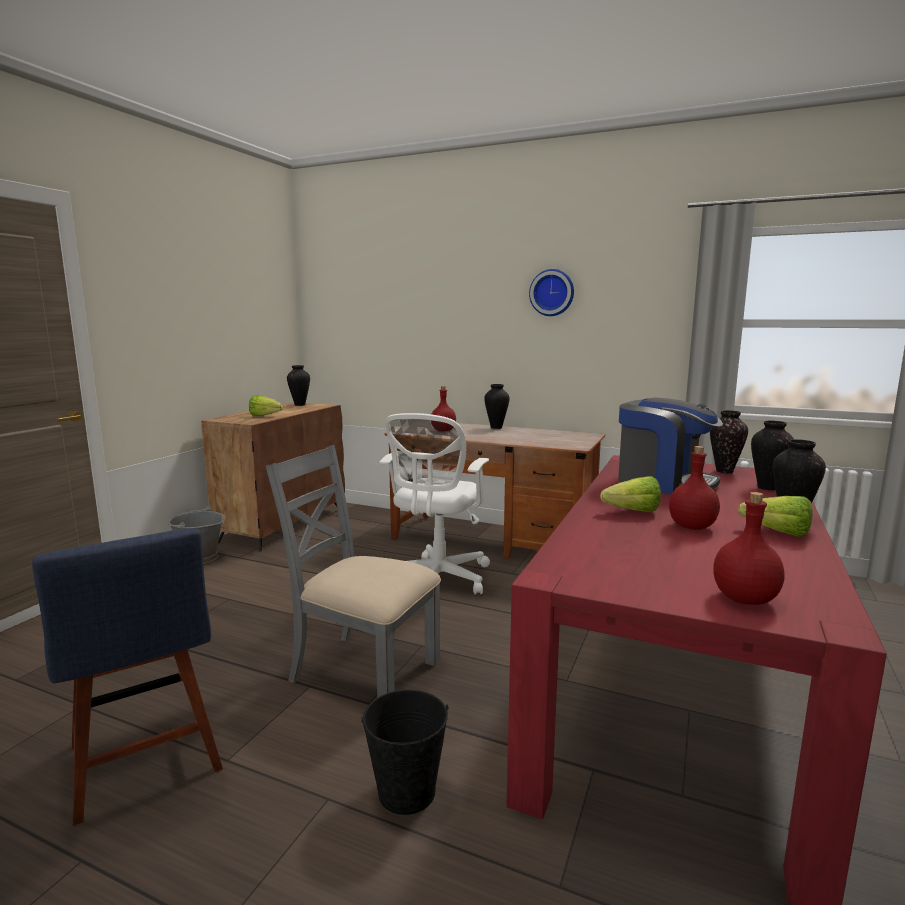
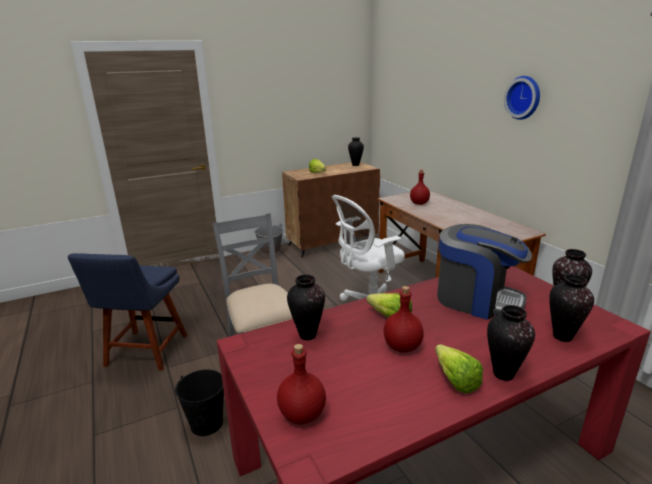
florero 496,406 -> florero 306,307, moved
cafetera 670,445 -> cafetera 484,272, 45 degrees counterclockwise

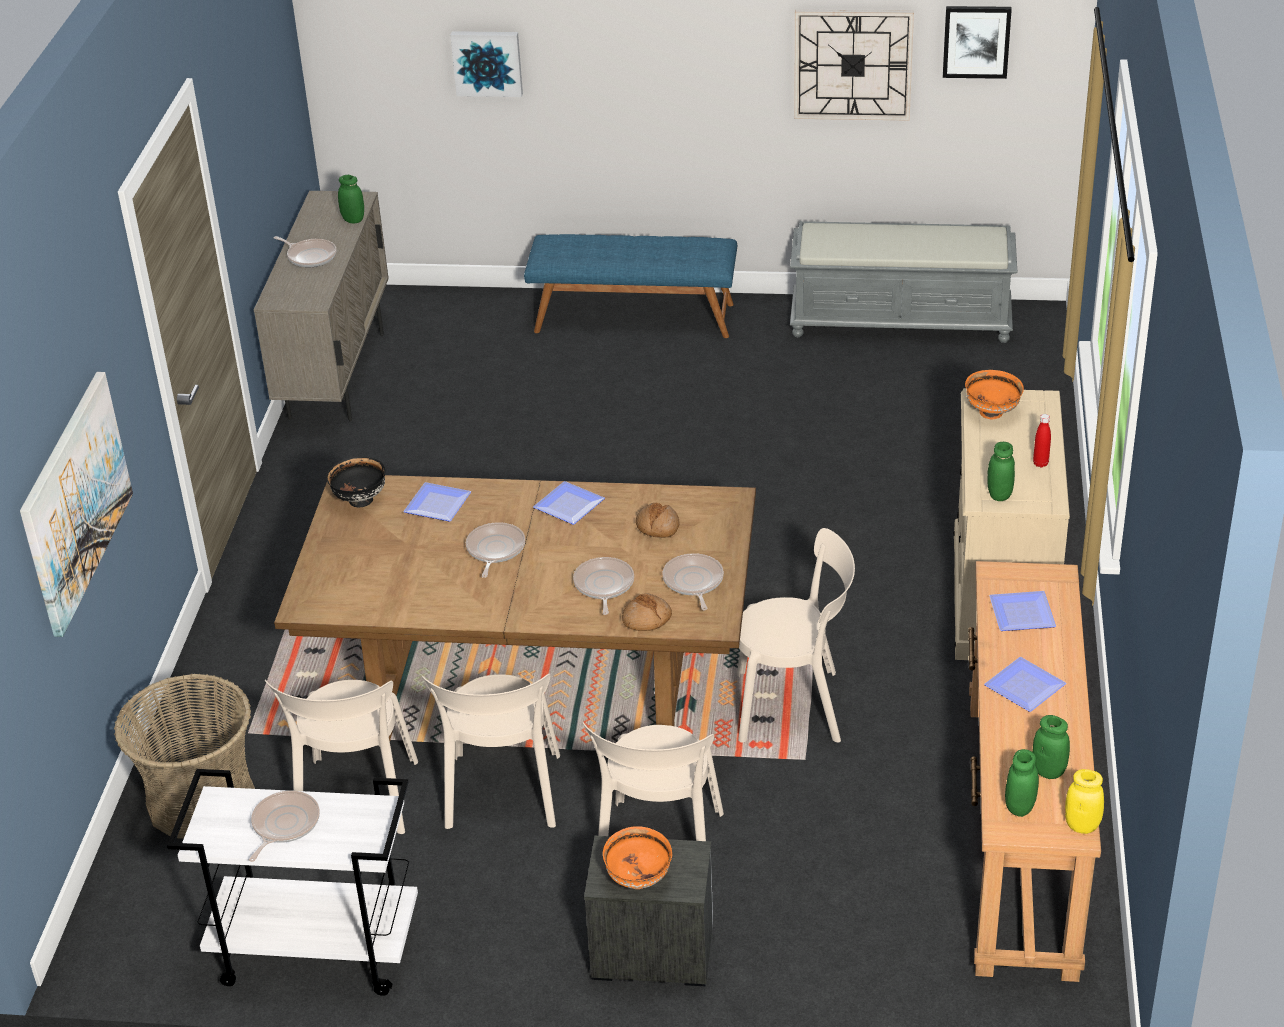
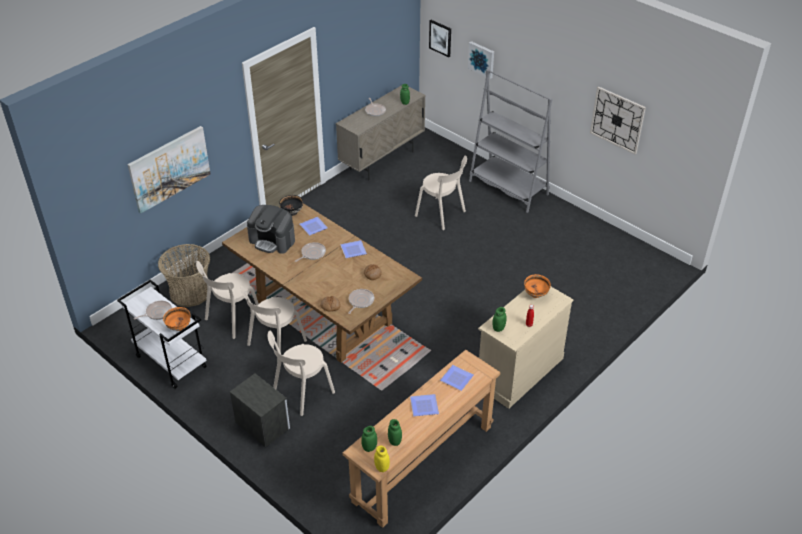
sartén 603,586 -> none
banco/gris 903,282 -> none
none -> cafetera 271,229
cuenco/naranja 637,857 -> cuenco/naranja 177,319, moved
silla/beis 796,635 -> silla/beis 441,192, moved
cuadro 977,42 -> cuadro 440,38, moved
banco/azul 630,286 -> estantería/gris 510,141

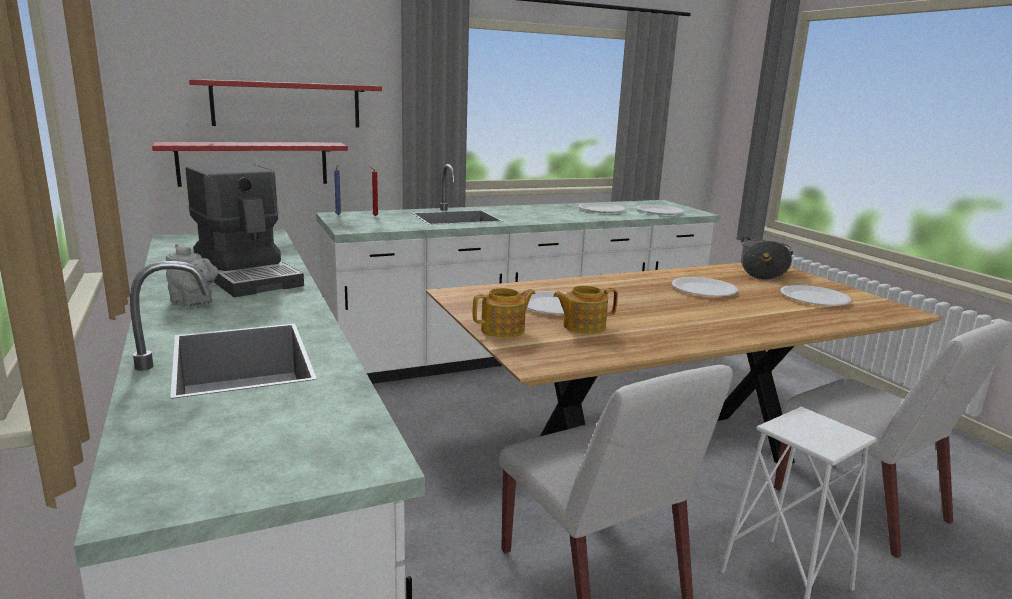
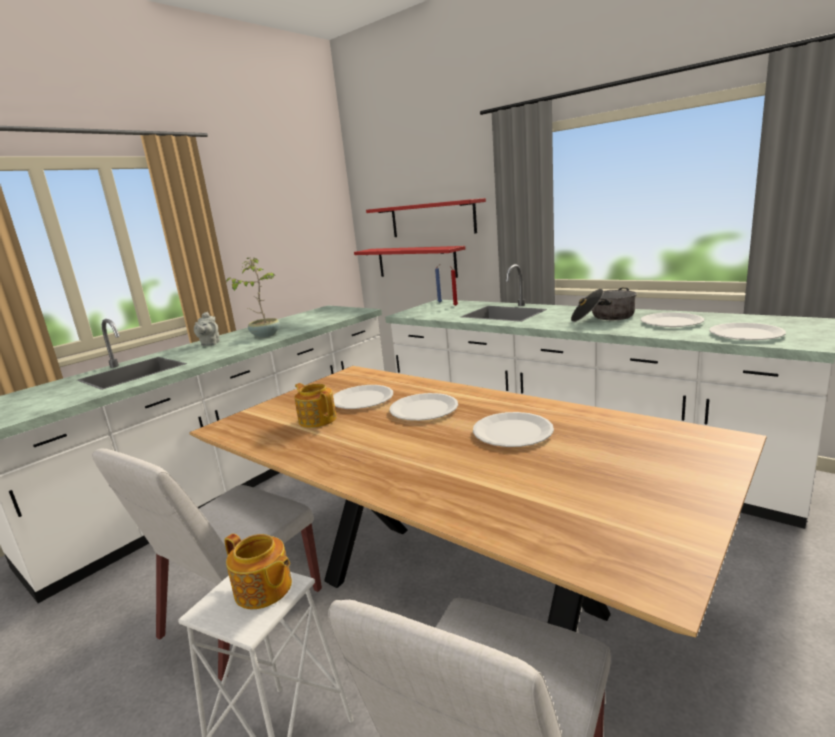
tetera 504,313 -> tetera 258,571, moved
olla 767,258 -> olla 604,305, moved
plato/blanco 815,295 -> plato/blanco 424,407, moved
cafetera 245,230 -> planta en maceta 253,297

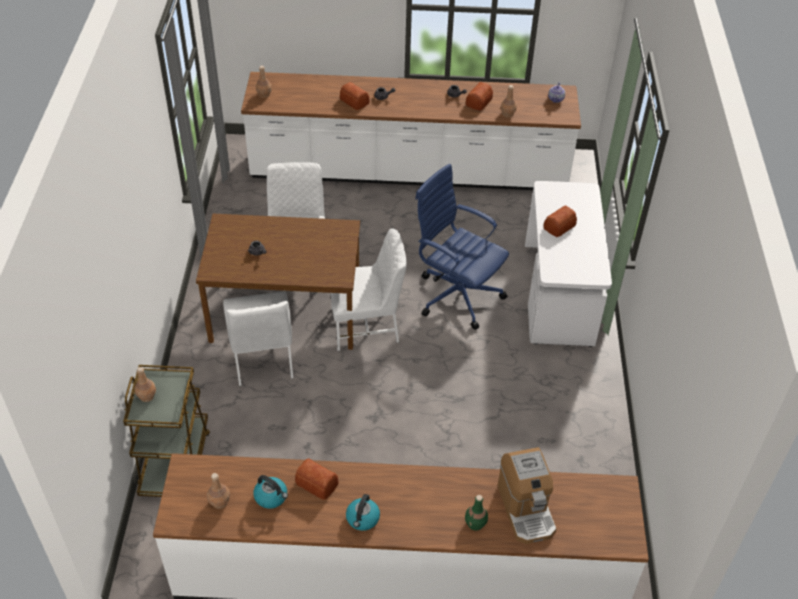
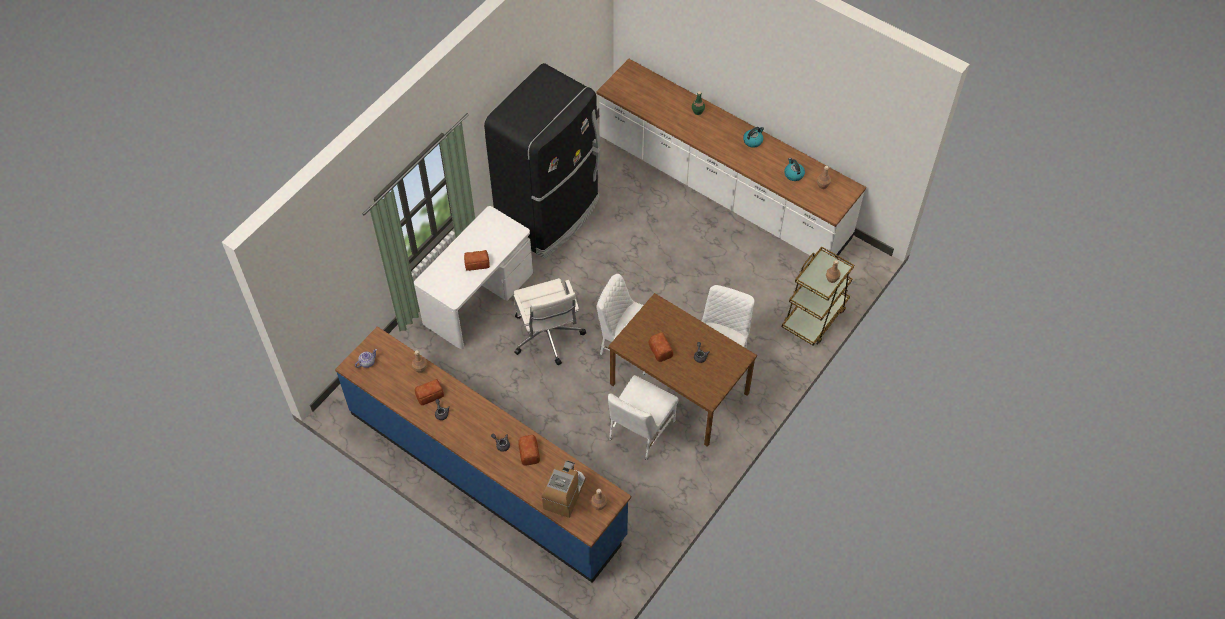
none -> nevera/negro 542,160
pan 317,479 -> pan 661,347, moved
cafetera 527,495 -> cafetera 563,489, moved
mueble bajo de cocina/blanco 411,131 -> mueble bajo de cocina/azul 483,454
silla de oficina/azul 462,247 -> silla de oficina/blanco 549,321

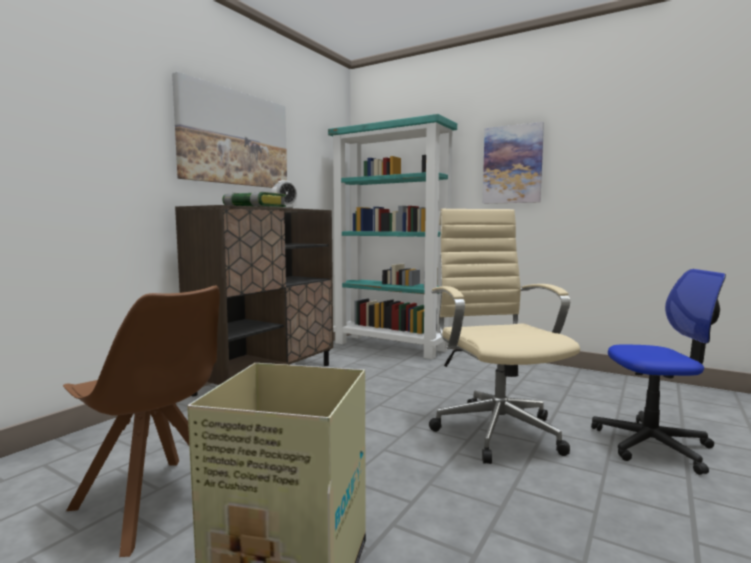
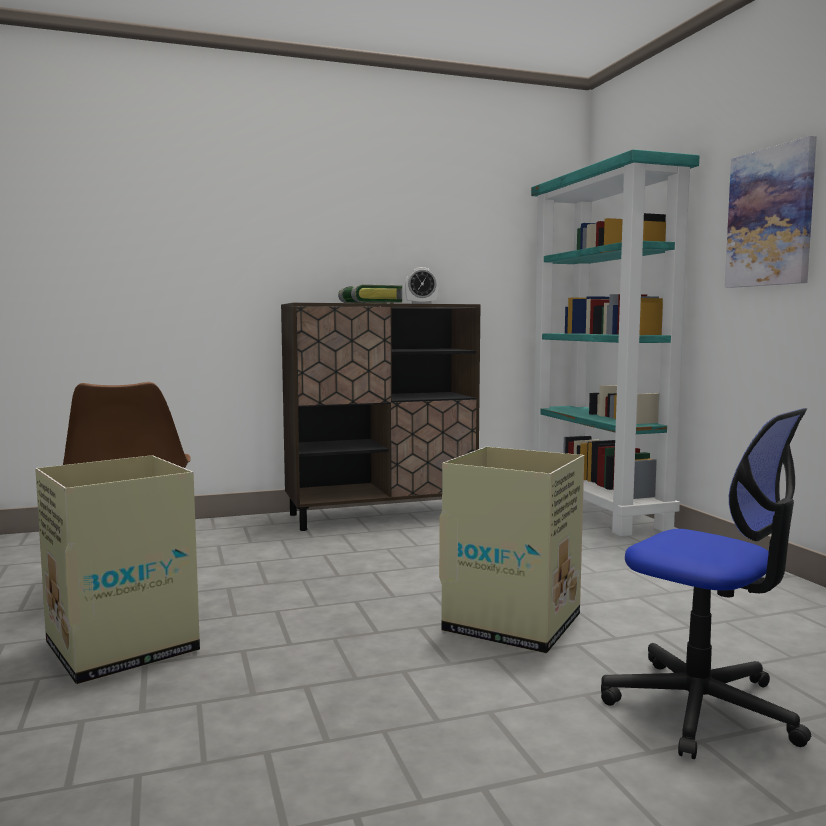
cuadro 229,130 -> none
silla de oficina/beis 504,336 -> caja de cartón 511,550

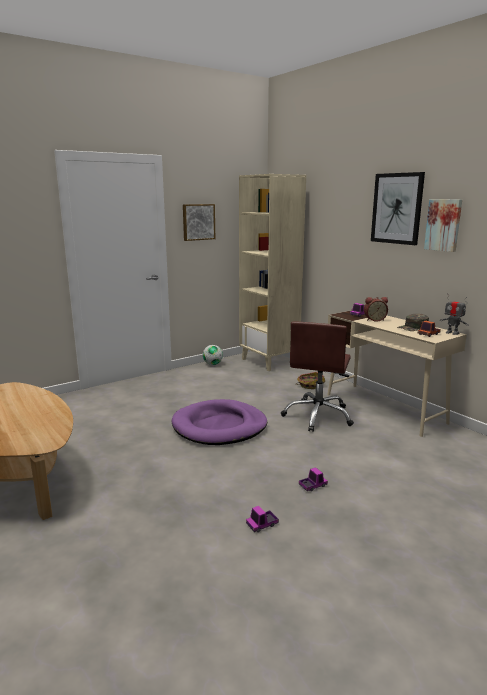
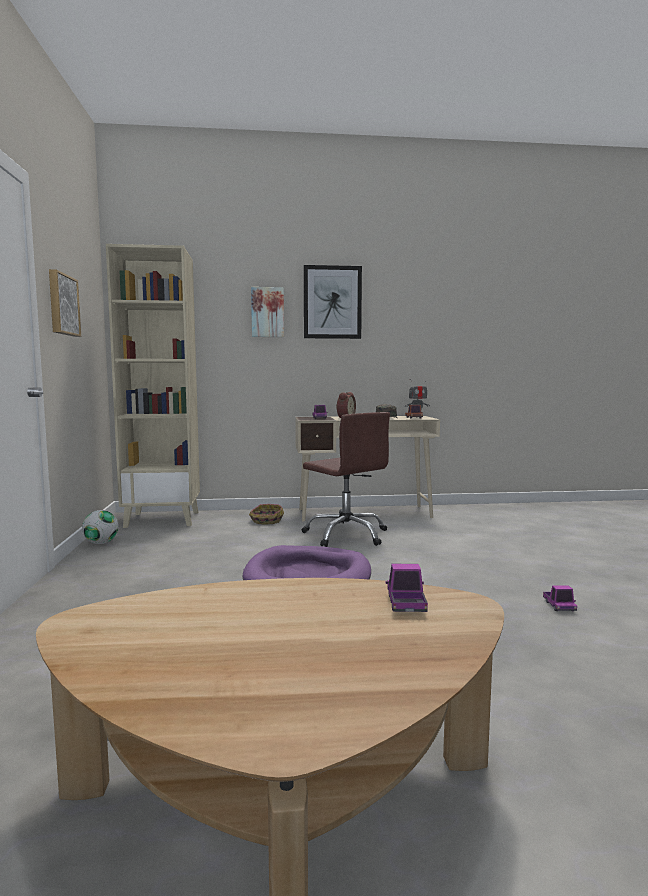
camión de juguete 313,479 -> camión de juguete 406,588, moved
cuadro 443,225 -> cuadro 267,312, moved

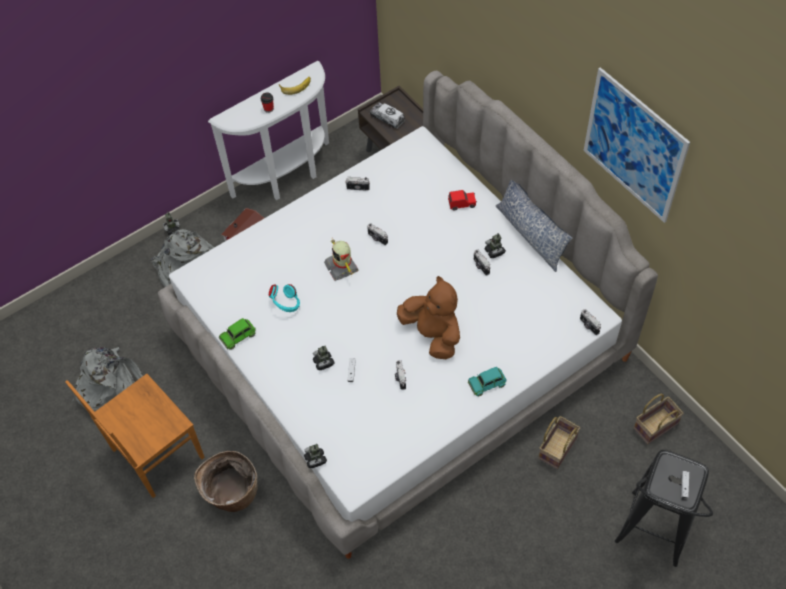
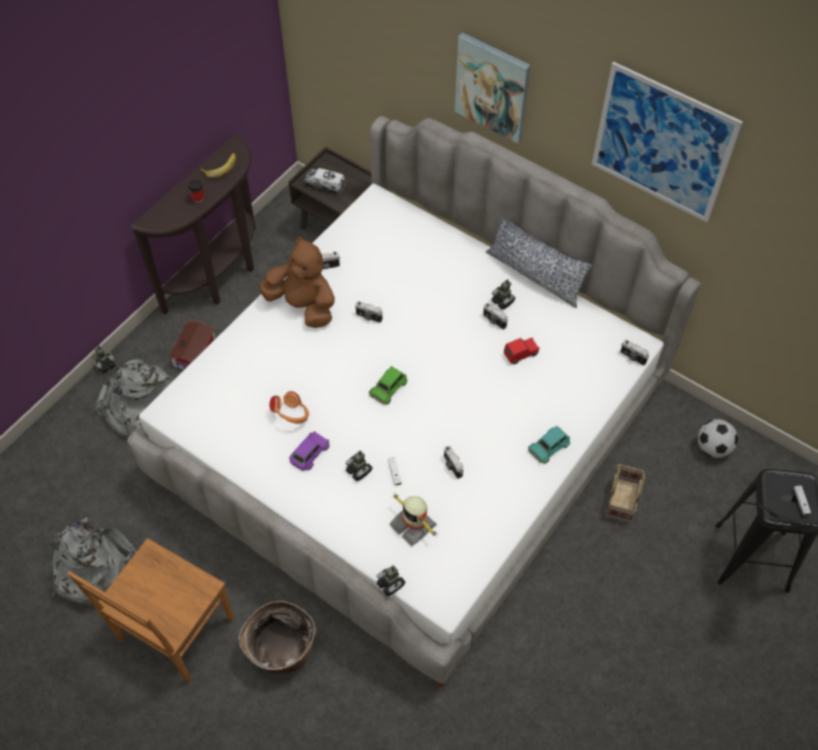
none -> coche de juguete/morado 309,451
none -> cuadro 492,88
coche de juguete/verde 237,334 -> coche de juguete/verde 388,385, moved
robot de juguete 341,260 -> robot de juguete 414,520, moved
peluche/marrón 428,317 -> peluche/marrón 297,282, moved
coche de juguete/rojo 462,200 -> coche de juguete/rojo 522,351, moved
cesta 659,419 -> balón de fútbol 718,438
mesa consola/blanco 268,130 -> mesa consola/marrón 192,224
auriculares/turquesa 284,298 -> auriculares/naranja 289,407

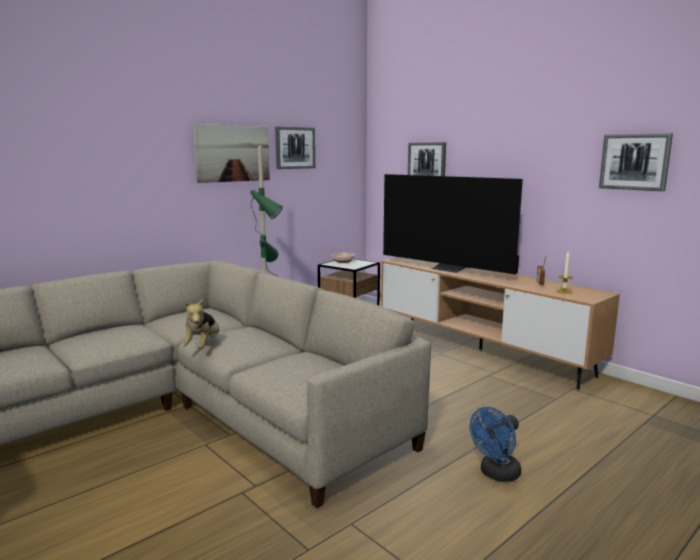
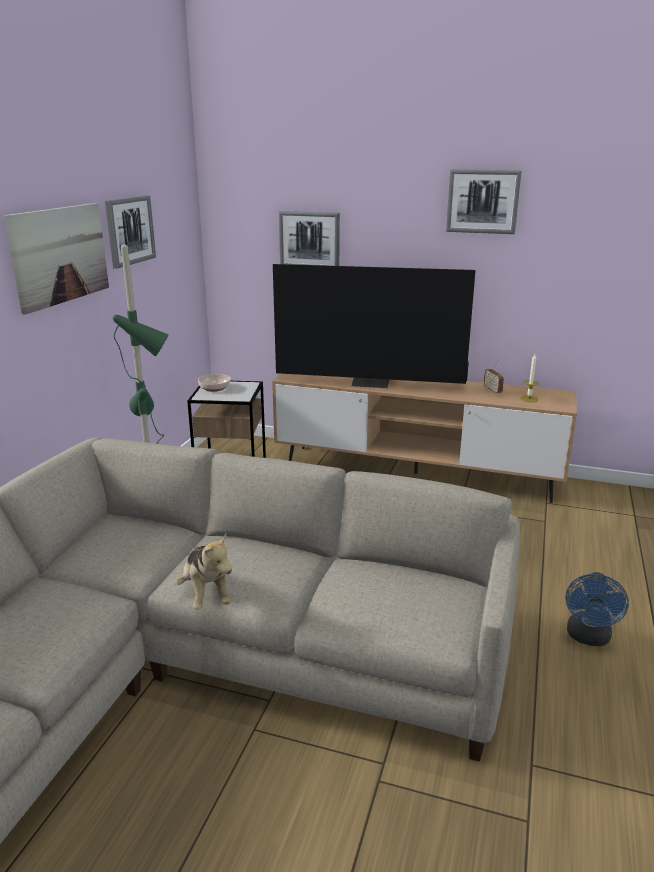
cuadro 636,162 -> cuadro 484,201, moved

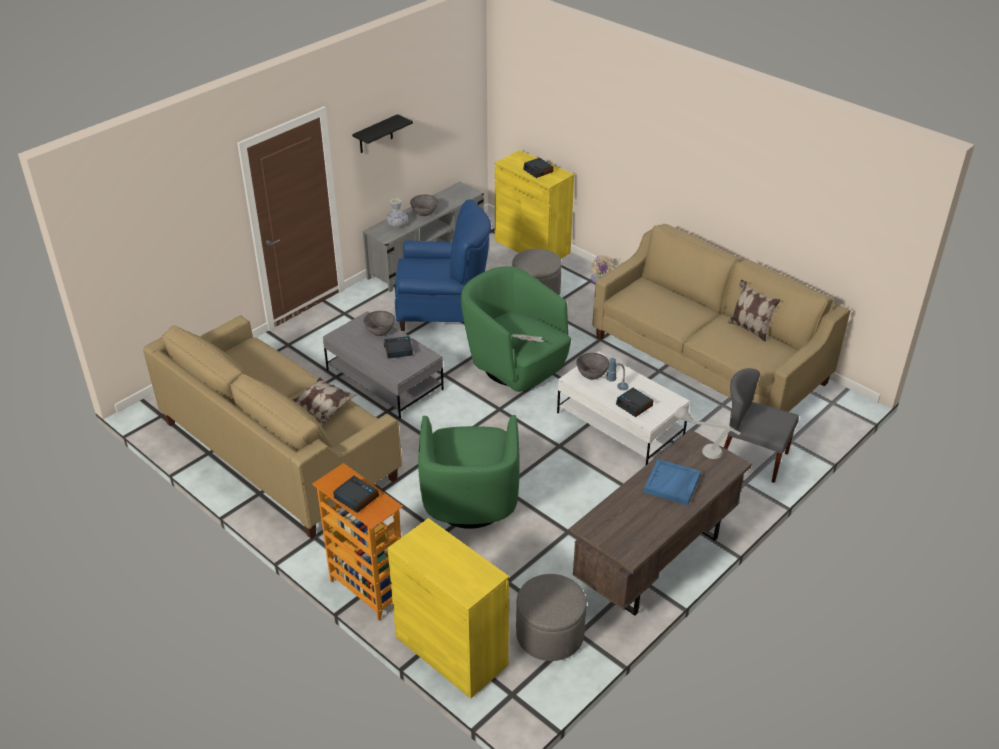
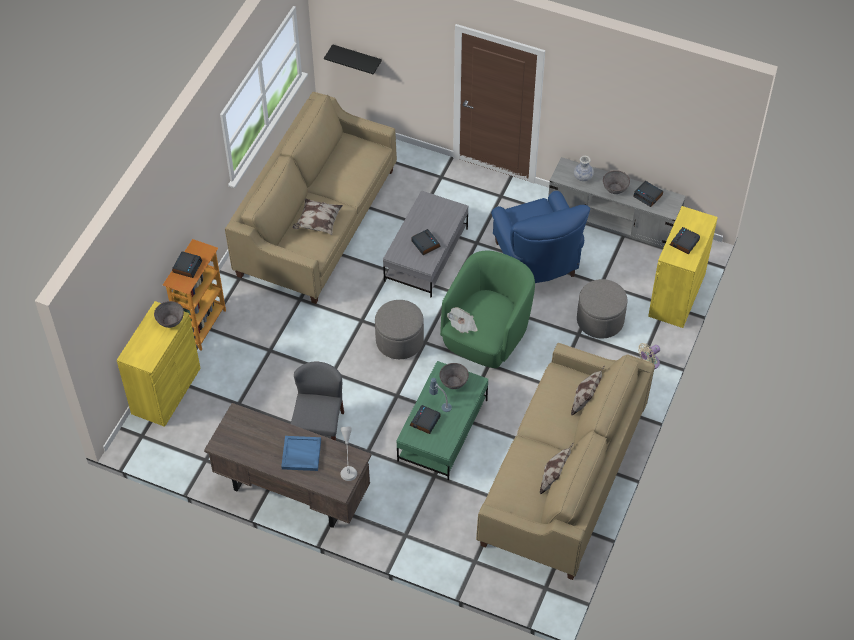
sillón/verde 469,472 -> none
none -> cojín 588,390
none -> despertador 648,194
estante/negro 382,133 -> estante/negro 353,59, moved
cuenco/gris 379,323 -> cuenco/gris 169,314, moved
puf/gris 551,617 -> puf/gris 399,329, moved
silla/gris 761,425 -> silla/gris 317,401, moved
mesa de centro/blanco 623,408 -> mesa de centro/verde 442,420

